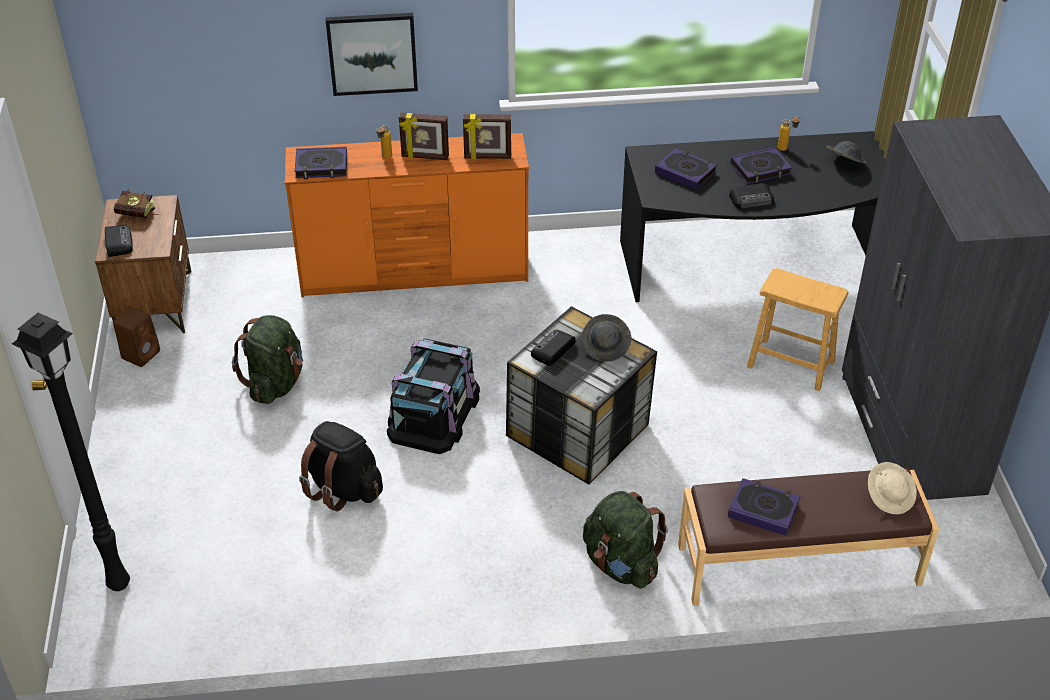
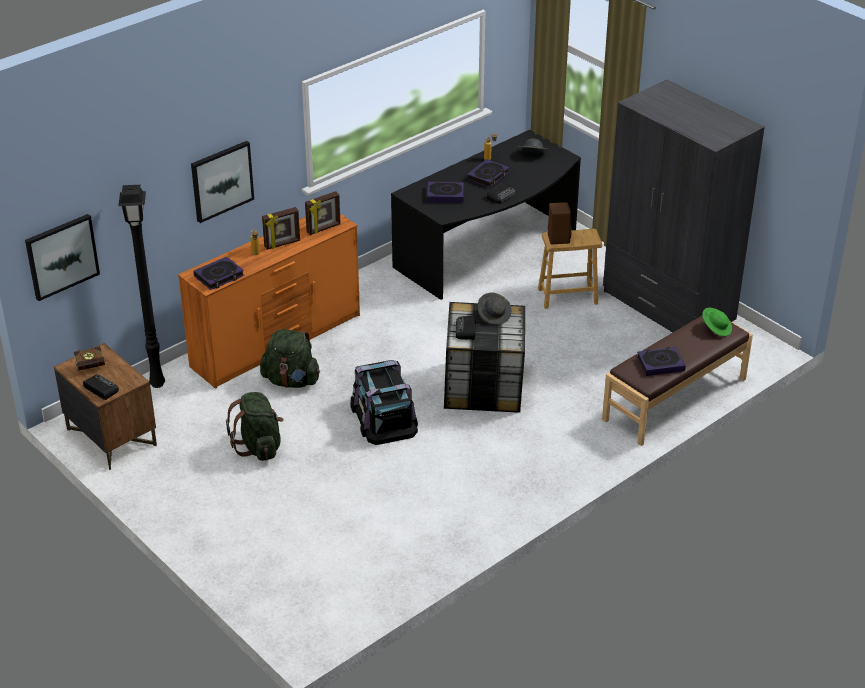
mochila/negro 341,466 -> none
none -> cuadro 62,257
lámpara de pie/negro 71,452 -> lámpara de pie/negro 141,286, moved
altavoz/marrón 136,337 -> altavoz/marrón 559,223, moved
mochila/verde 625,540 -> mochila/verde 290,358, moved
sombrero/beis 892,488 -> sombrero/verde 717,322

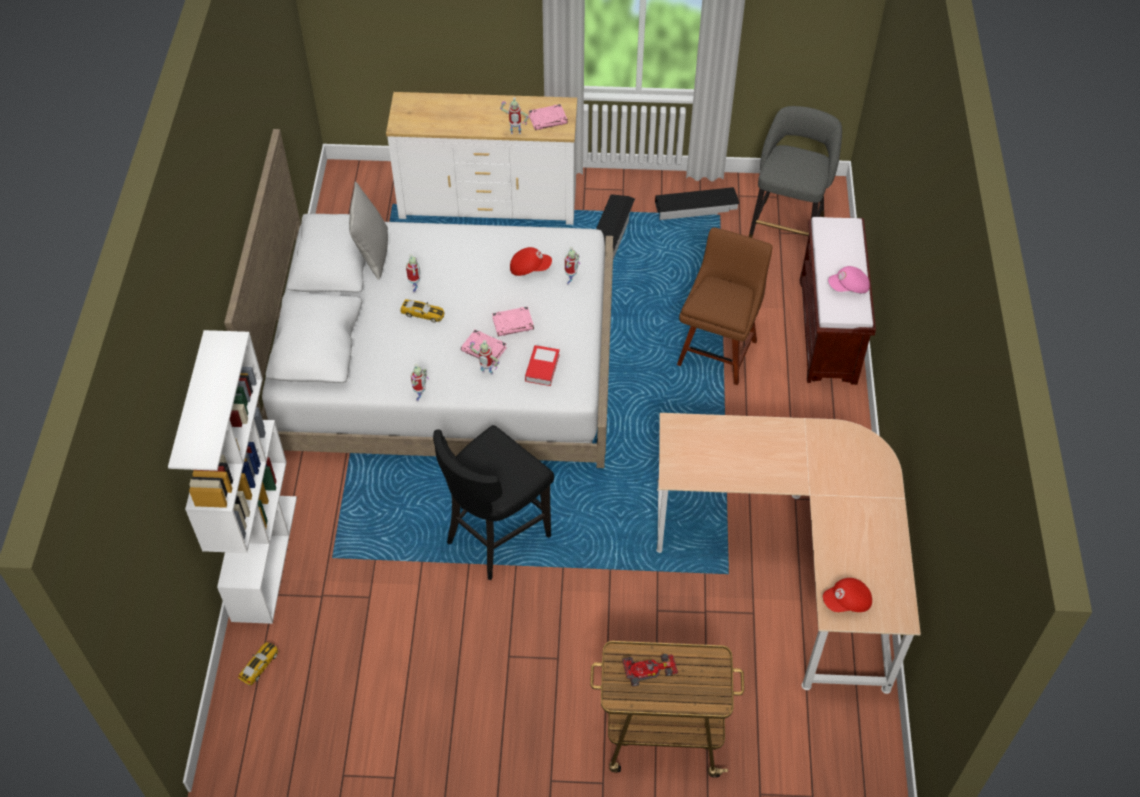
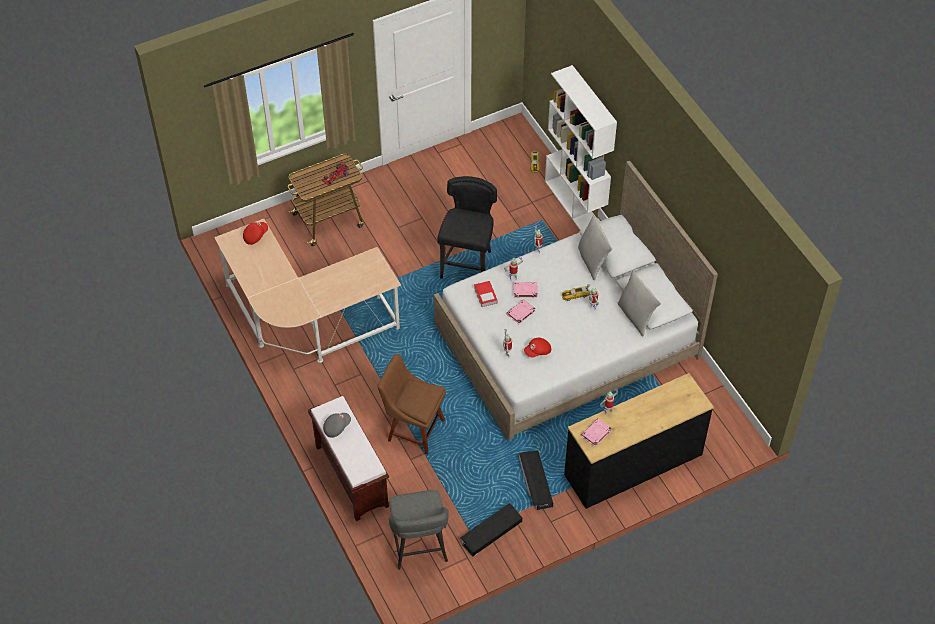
none -> cojín/gris 595,248
cómoda/blanco 481,158 -> cómoda/negro 639,441
gorra/rosa 849,279 -> gorra/gris 337,425
silla/marrón 725,306 -> silla/marrón 412,404, 120 degrees clockwise

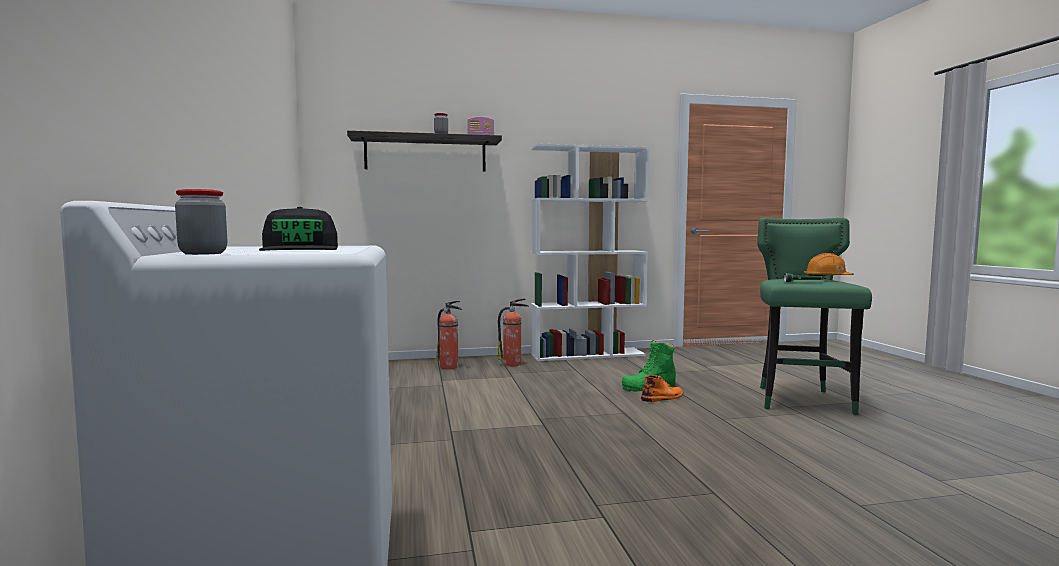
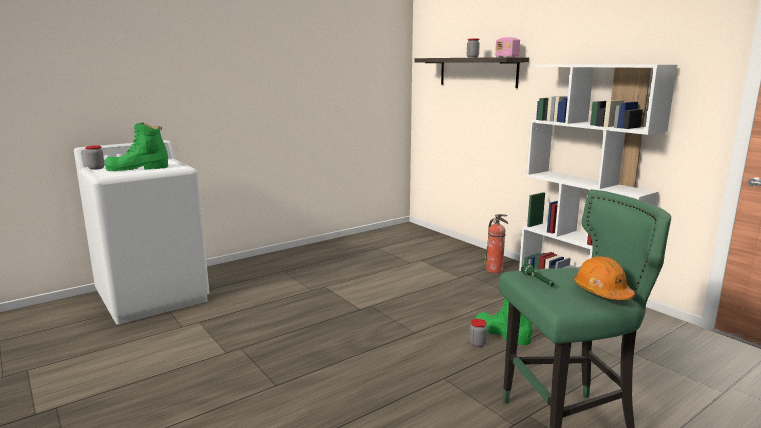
extintor 449,335 -> none
gorra/negro 298,229 -> bota/verde 136,147
bota/naranja 662,388 -> tarro 478,333

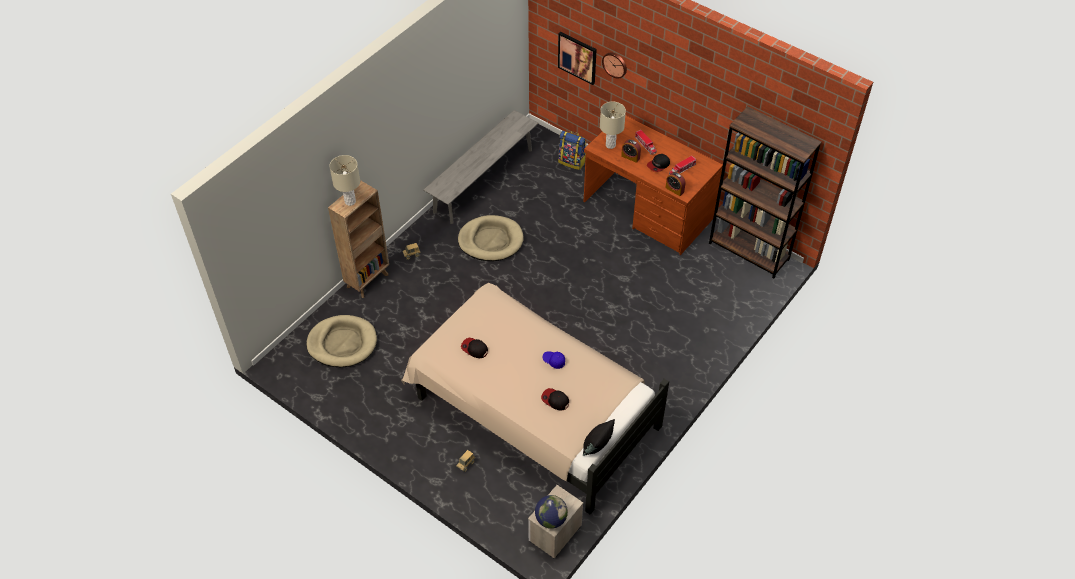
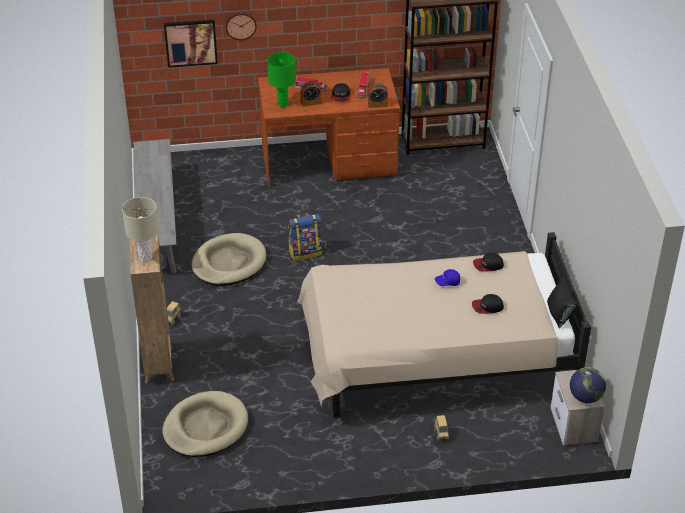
gorra 474,348 -> gorra 488,262, moved
mochila 572,150 -> mochila 305,237, moved
lámpara de mesa/beis 613,125 -> lámpara de mesa/verde 281,79

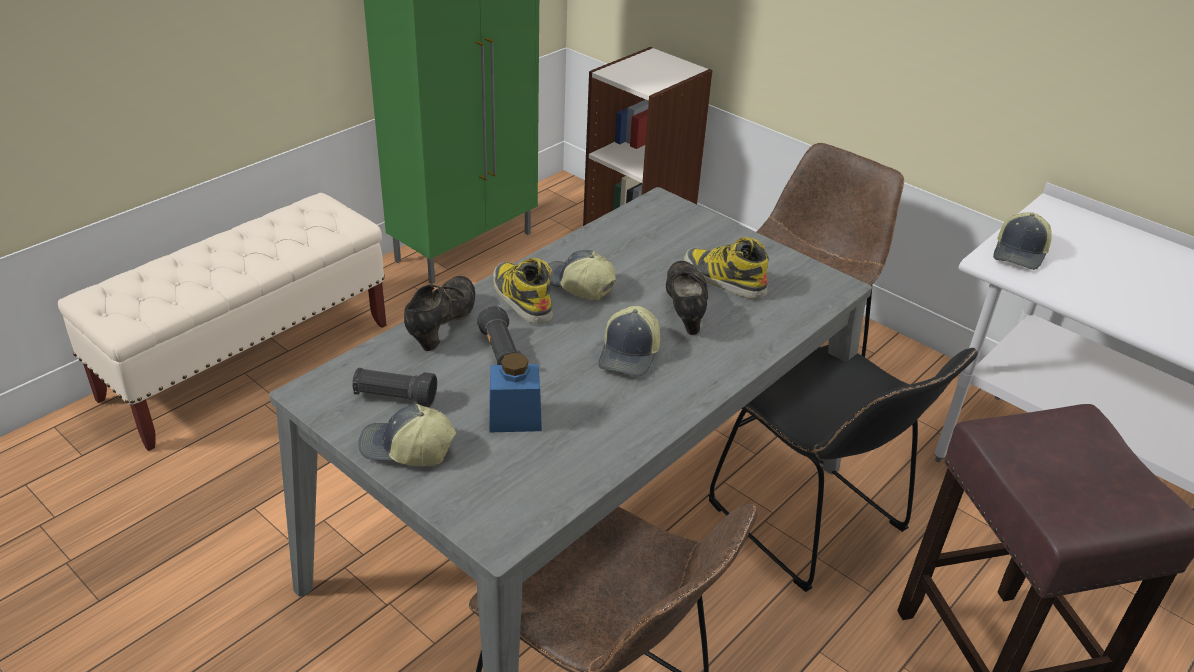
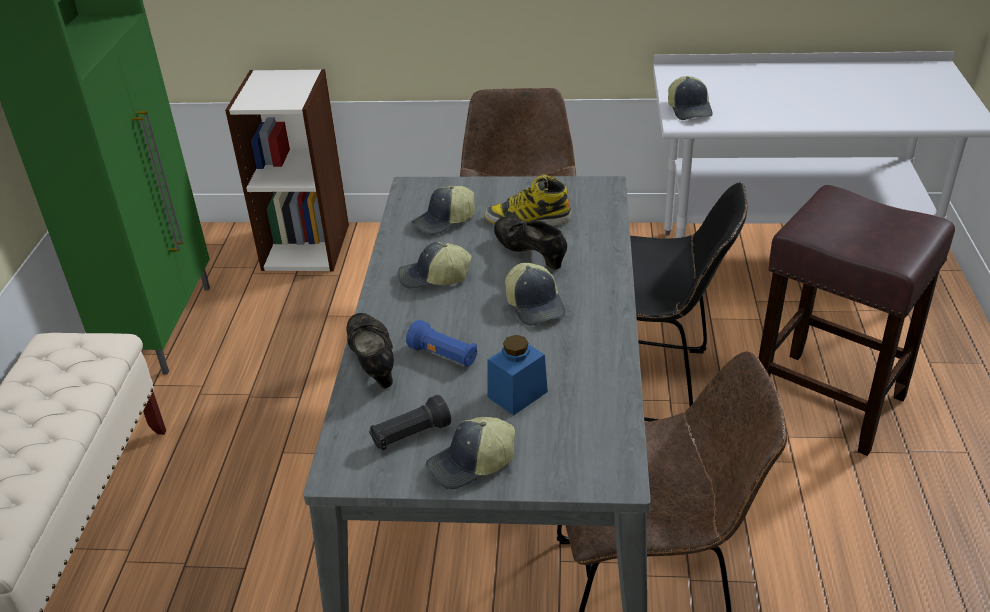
bota 523,291 -> none
none -> gorra 443,210
linterna/negro 499,335 -> linterna/azul 441,343

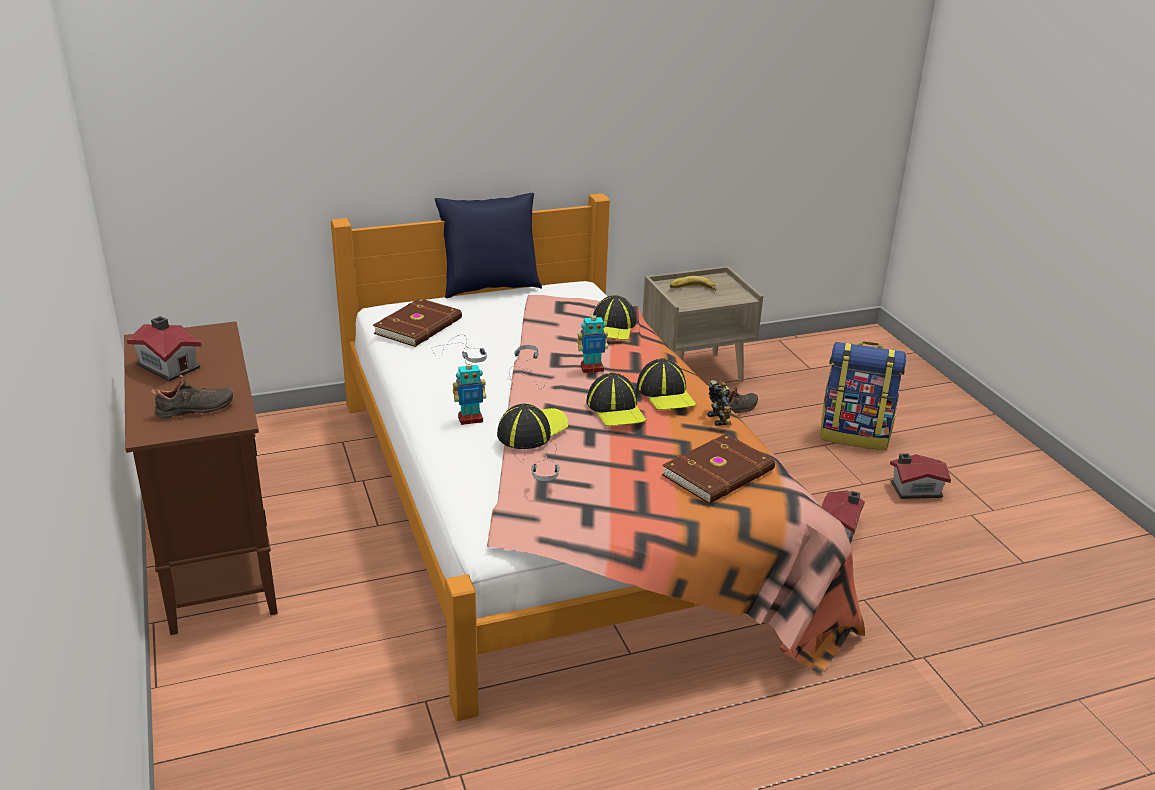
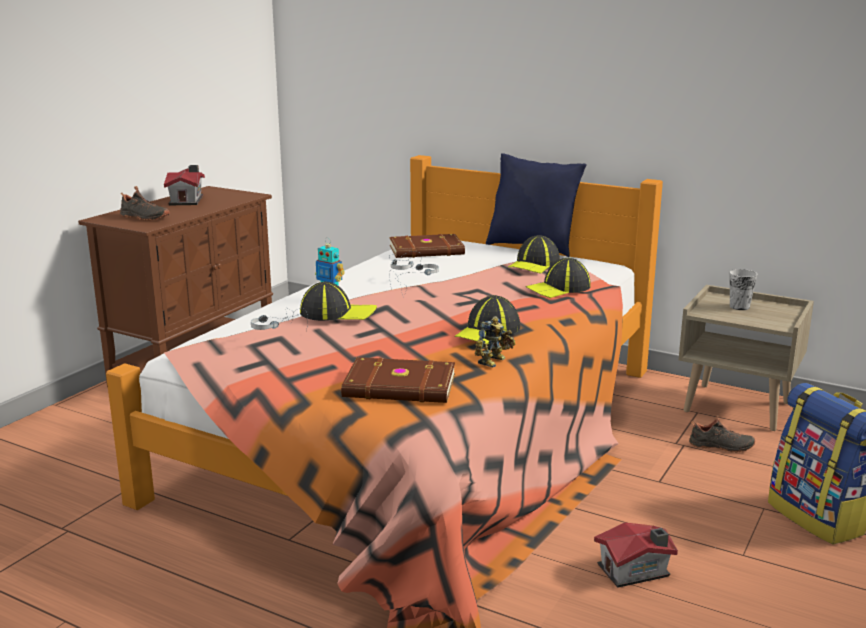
robot de juguete 592,341 -> none
casita 920,476 -> none
gorra 616,399 -> gorra 534,254, moved
plátano 693,283 -> taza 743,289

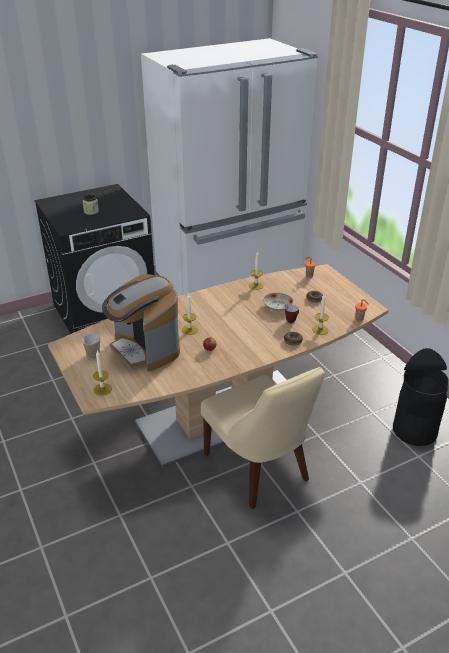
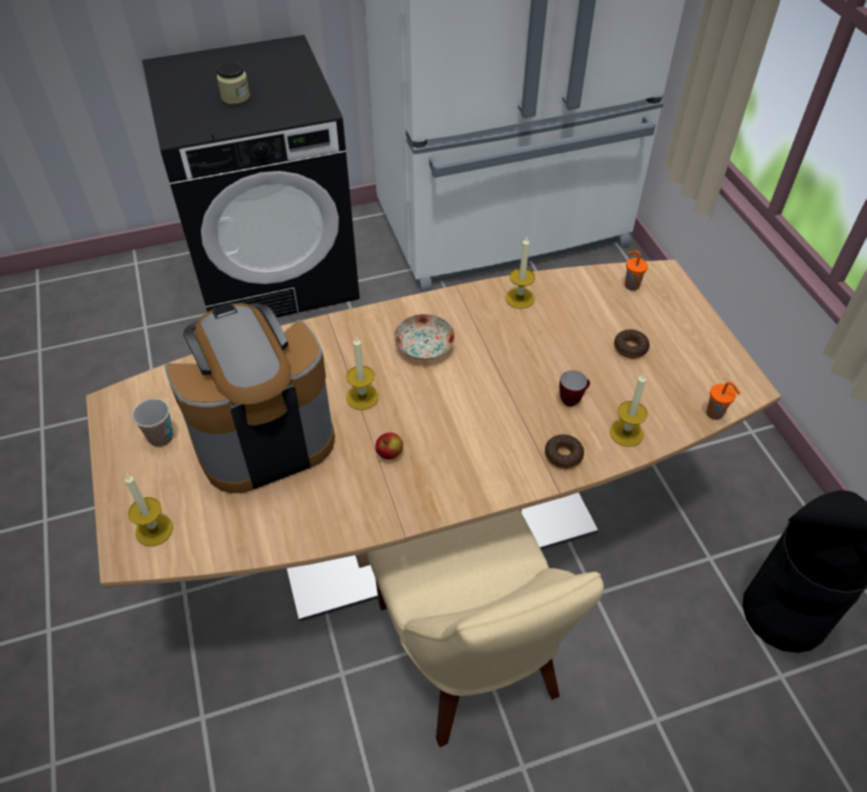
plato 278,302 -> plato 424,337, moved
cafetera 141,323 -> cafetera 249,398, 90 degrees clockwise

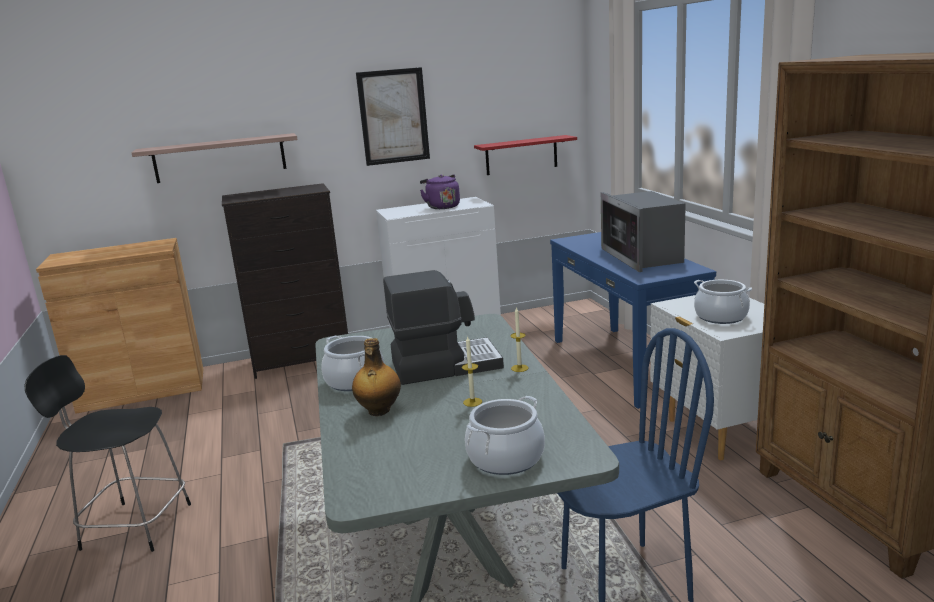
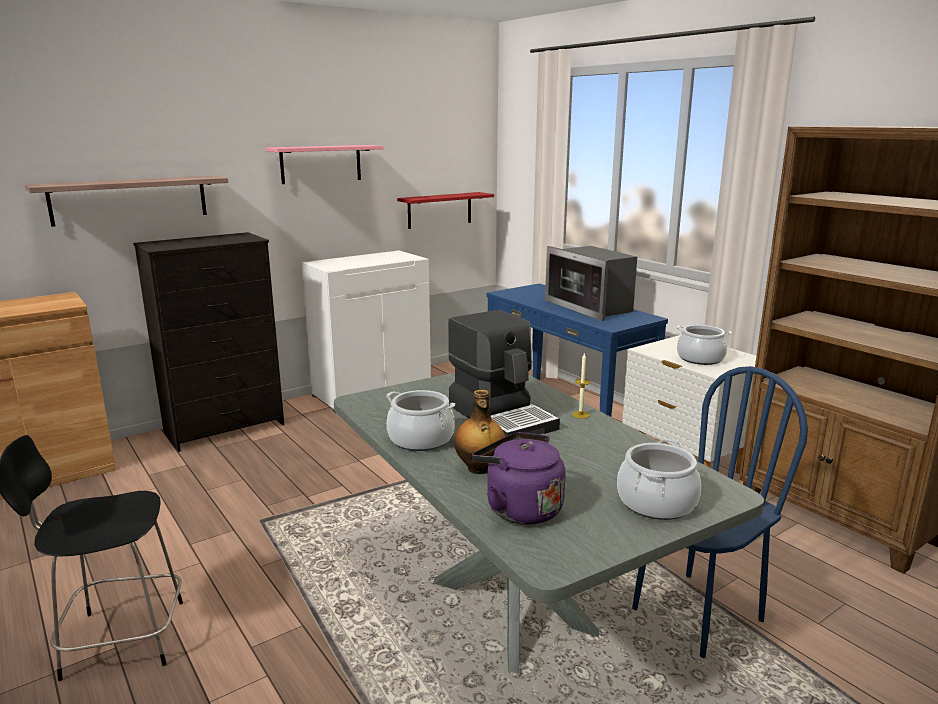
vela 472,371 -> none
hervidor/morado 440,191 -> hervidor/morado 518,478, moved
cuadro 393,116 -> estante/rosa 325,164
cafetera 443,327 -> cafetera 504,375, 90 degrees clockwise

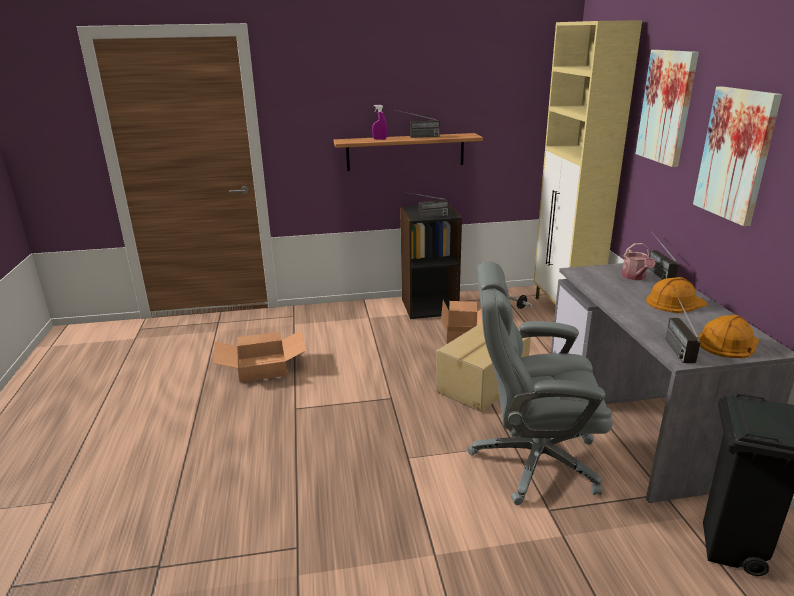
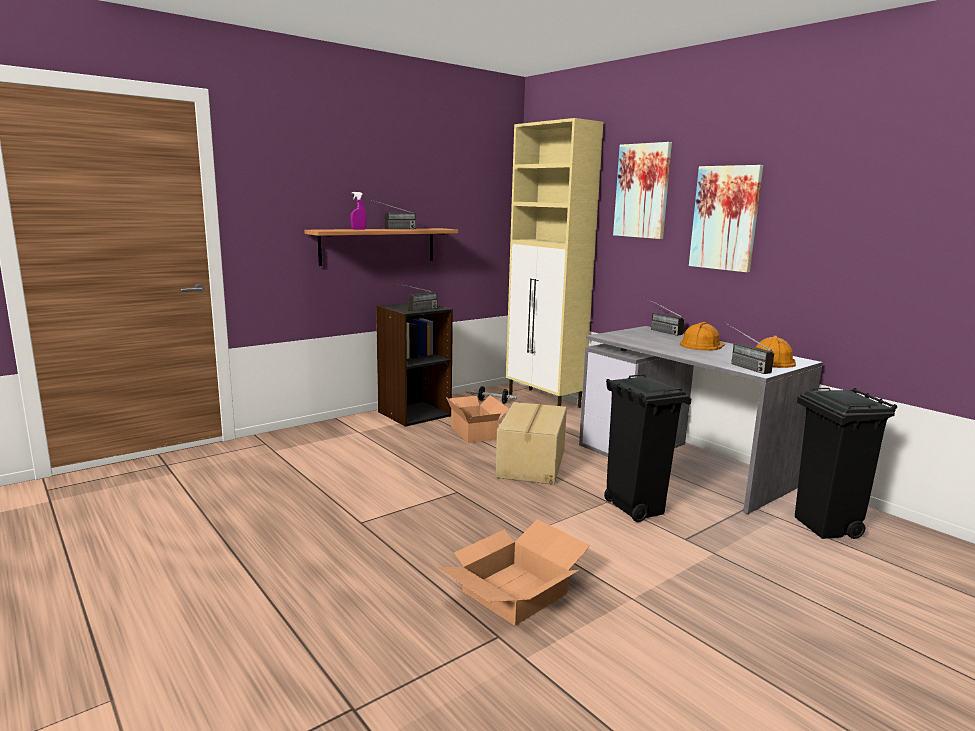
regadera 638,261 -> none
caja de cartón 260,356 -> caja de cartón 513,572, moved
silla de oficina/gris 540,383 -> papelera/negro 648,448

